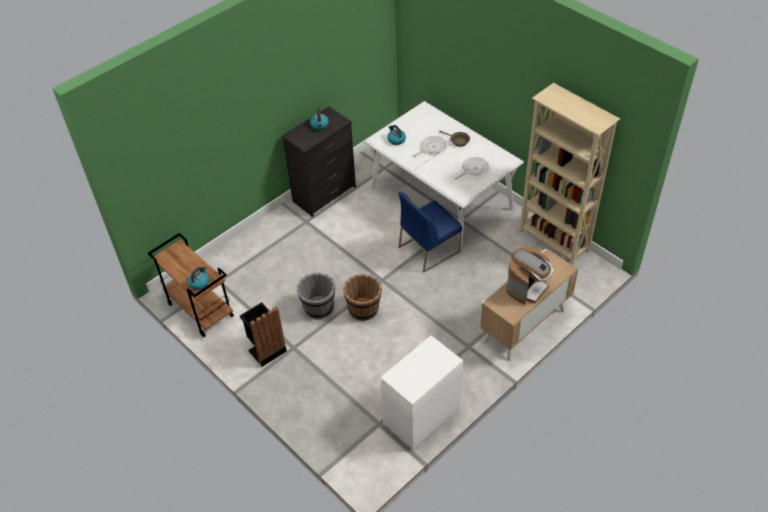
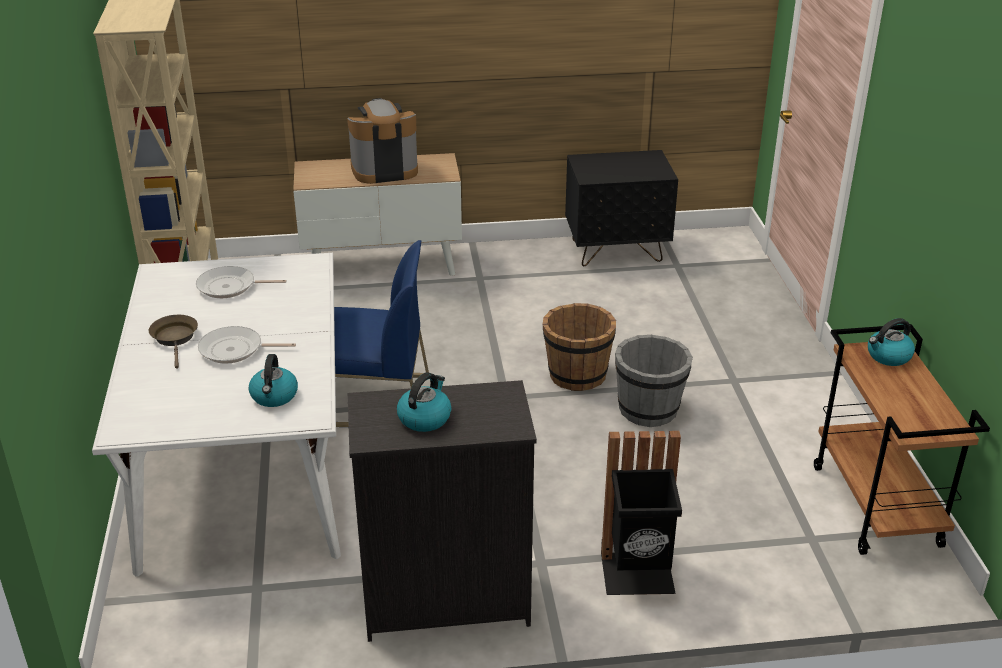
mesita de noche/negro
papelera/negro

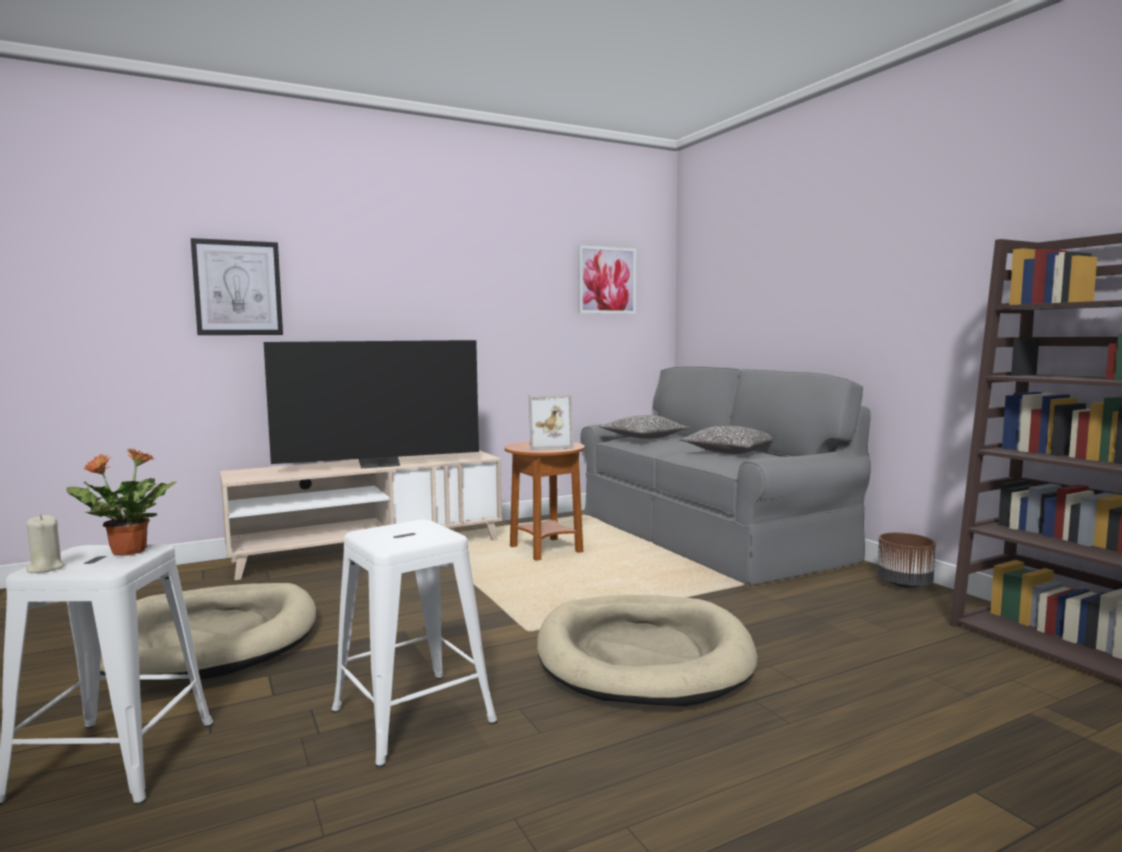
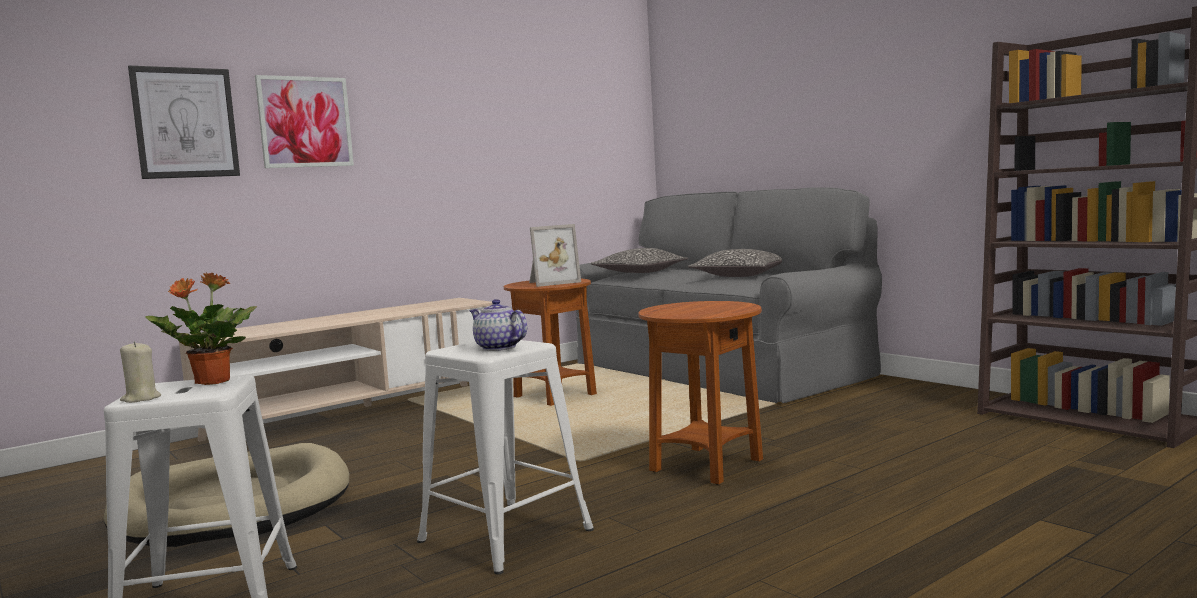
cuadro (no. 2 from left)
tetera
mesa auxiliar/marrón (no. 2 from left)
televisor
maceta/marrón

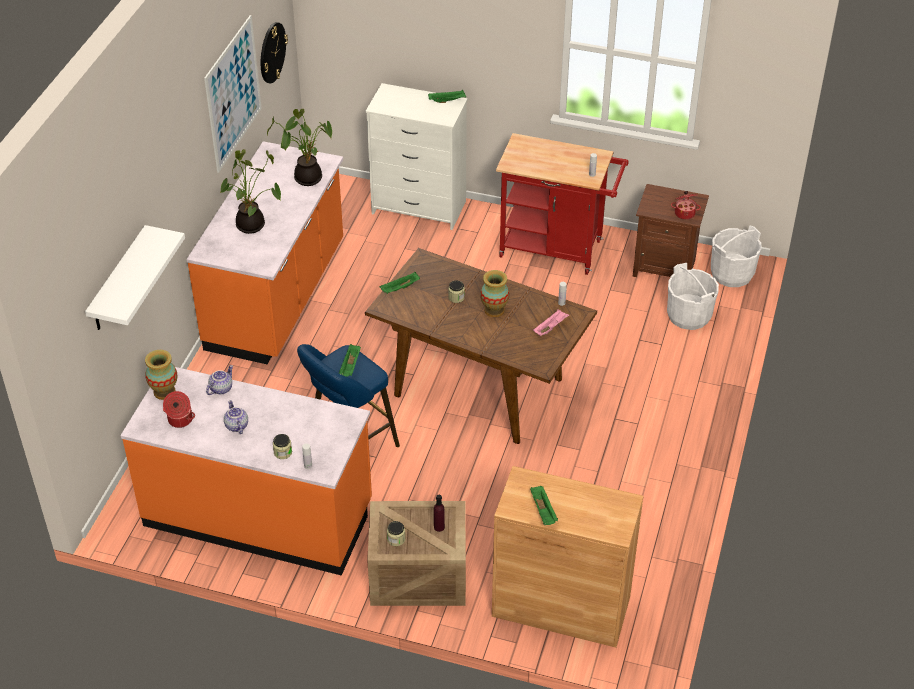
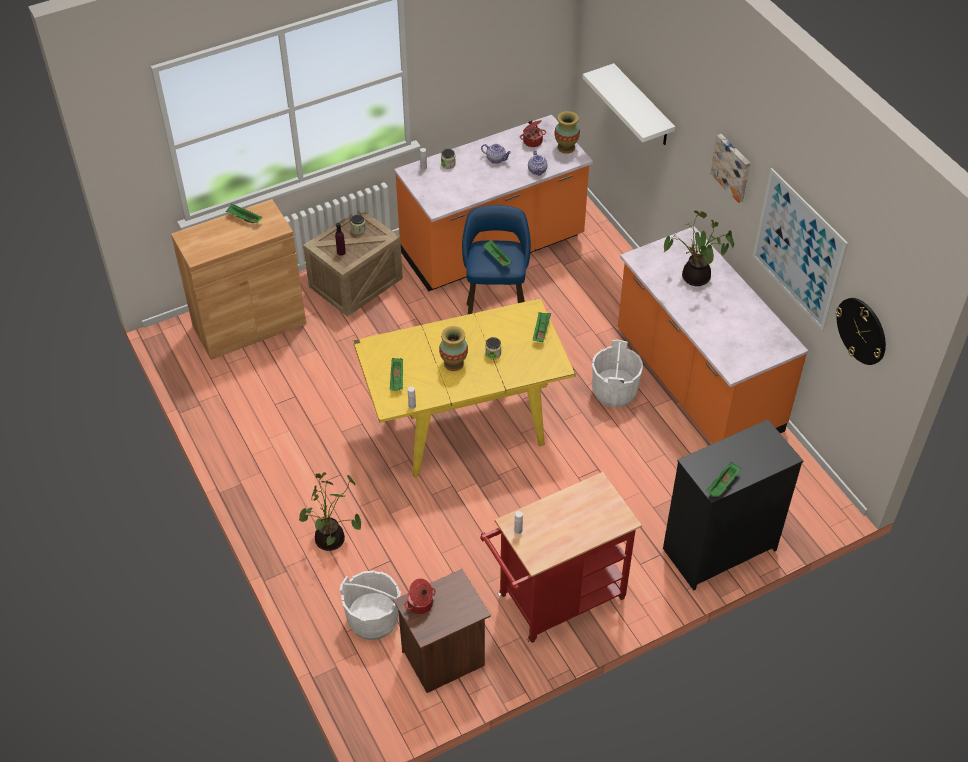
planta en maceta (no. 1 from left)
mesa de comedor/amarillo
bandeja/verde (no. 2 from left)
cubo/blanco (no. 2 from left)
cómoda/negro
cuadro (no. 1 from left)

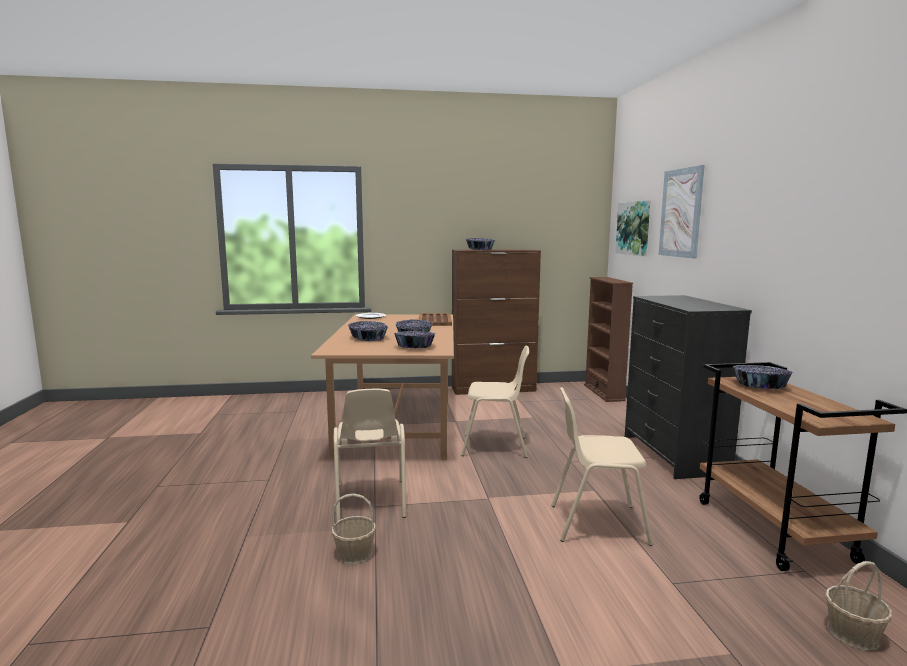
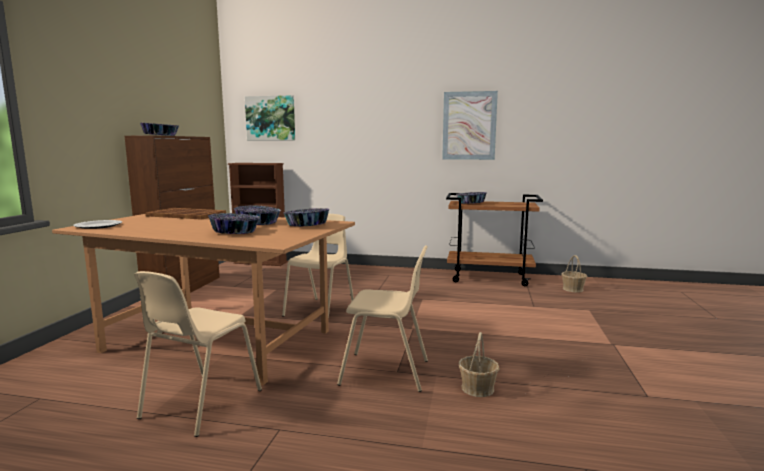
silla/beis (no. 1 from left)
cuadro (no. 2 from left)
cómoda/negro

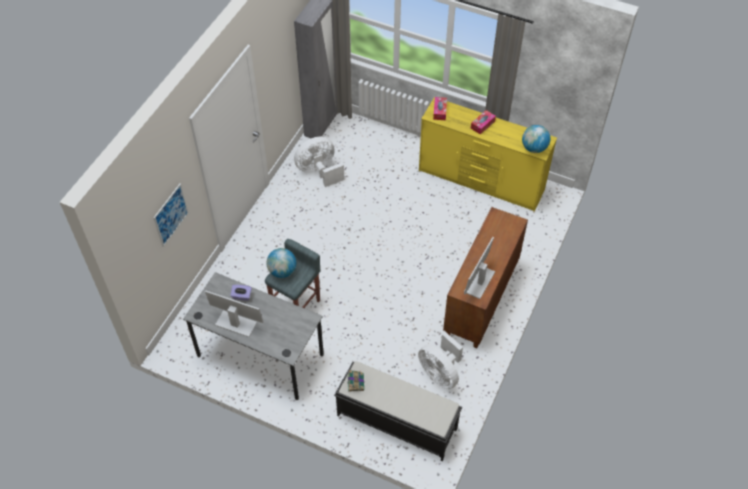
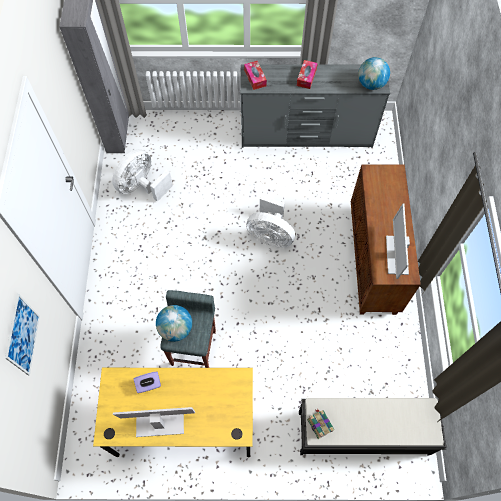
escritorio/amarillo
cómoda/gris
ventilador/blanco (no. 2 from left)

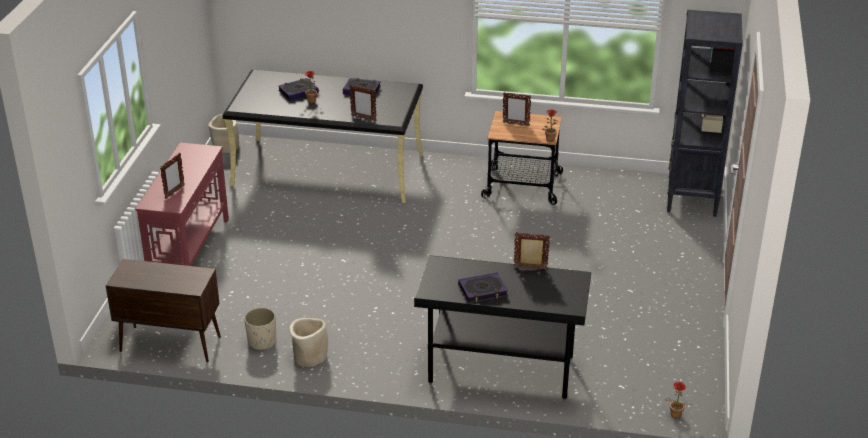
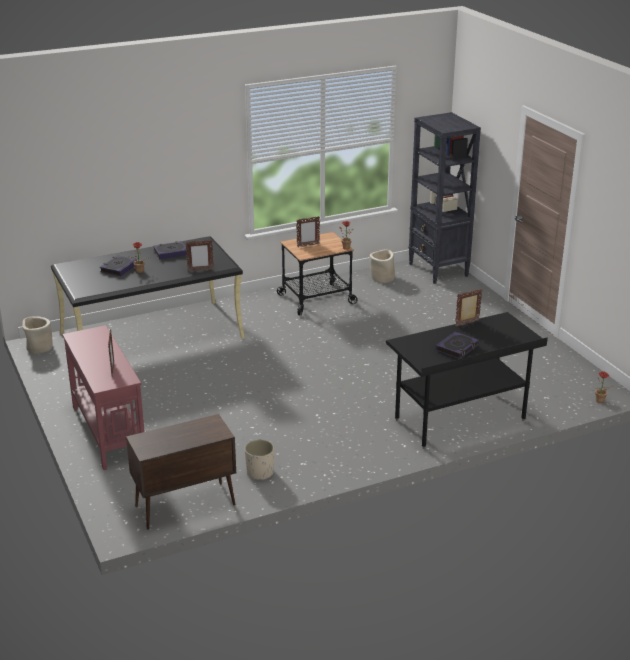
maceta/beis (no. 3 from left)

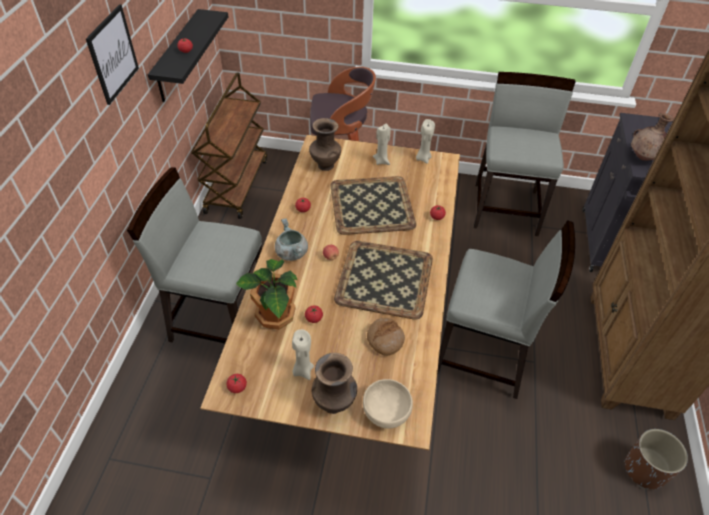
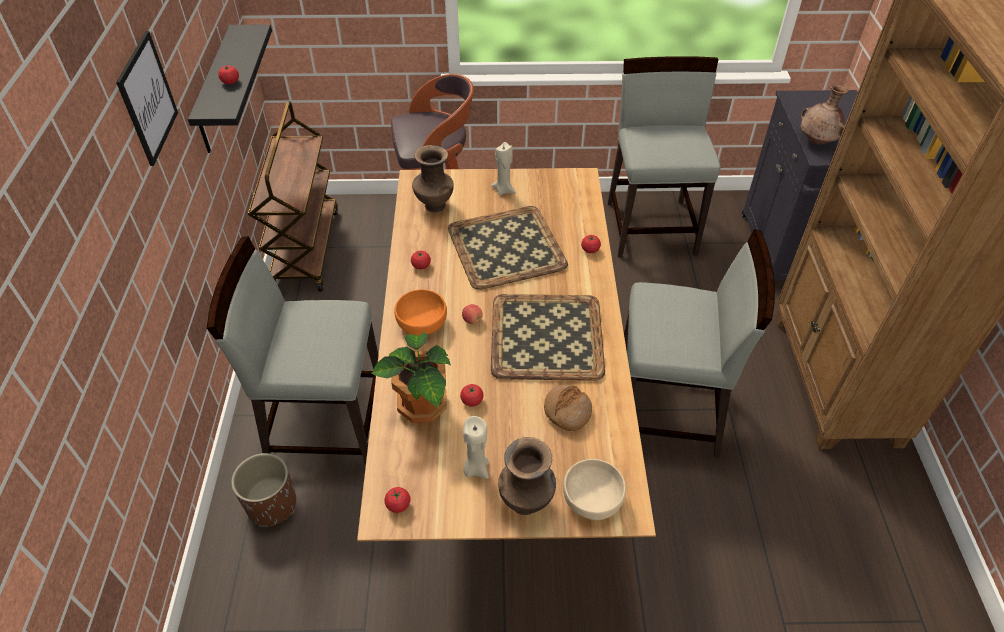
maceta/marrón
cuenco/naranja
vela/beis (no. 3 from left in the first image)

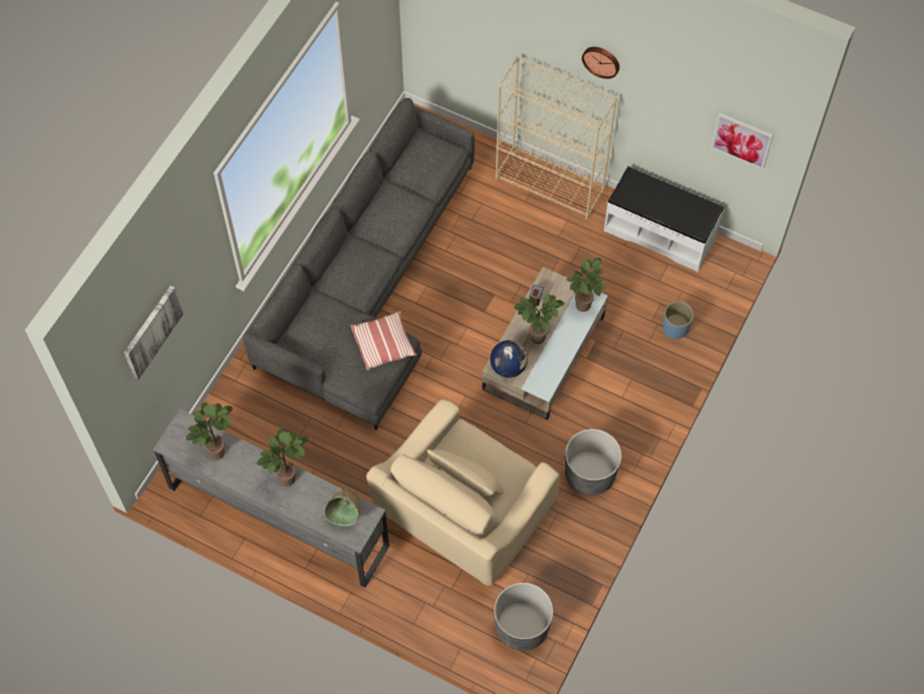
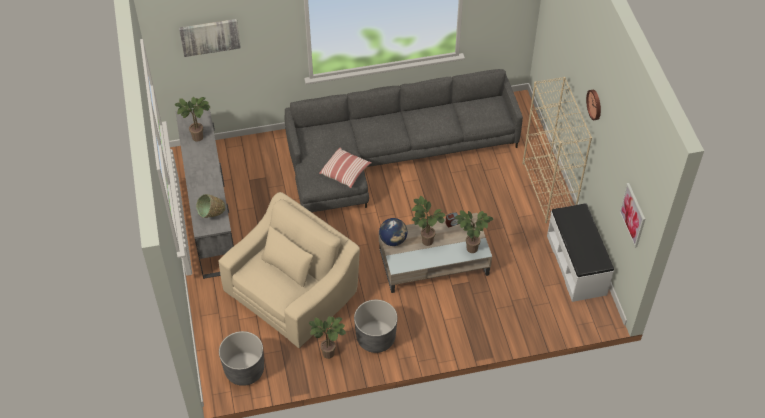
sillón/beis
planta en maceta (no. 2 from left)
maceta/azul

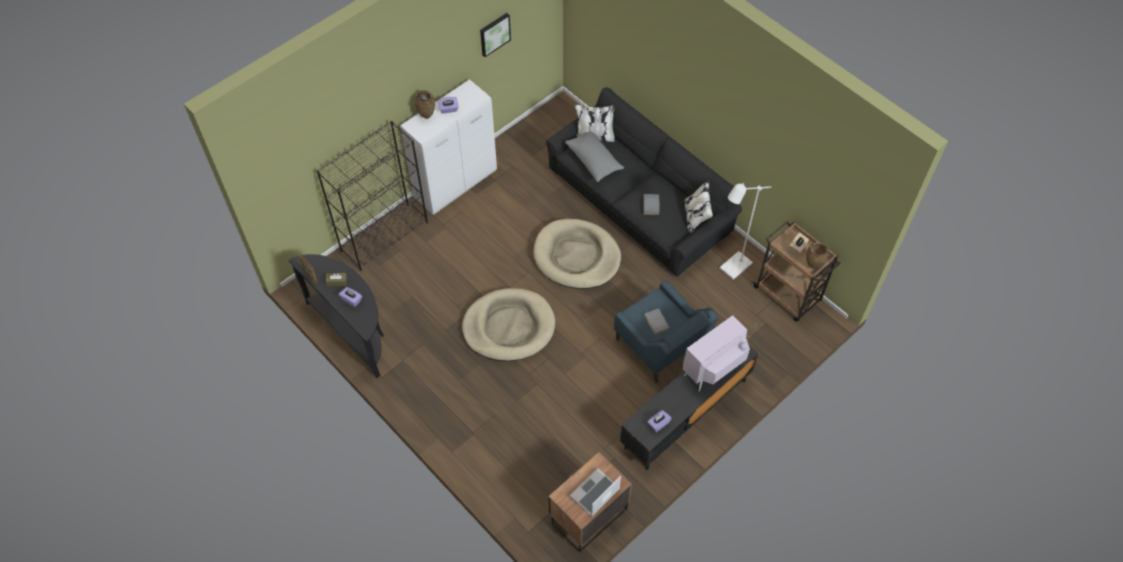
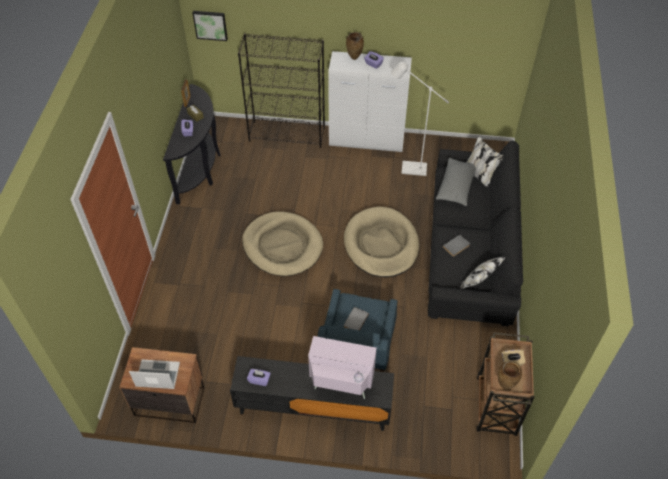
cuadro
lámpara de pie/blanco

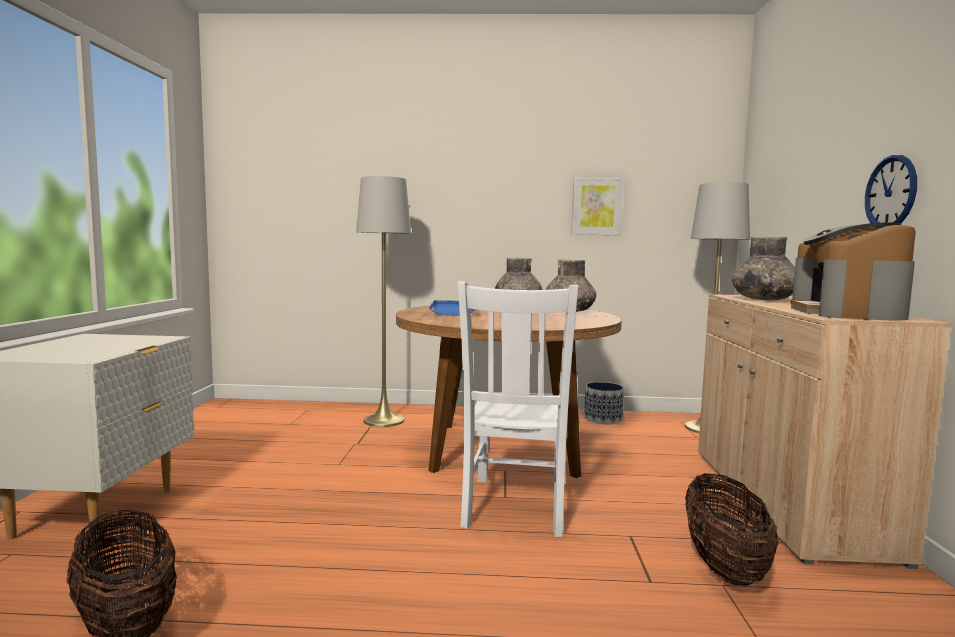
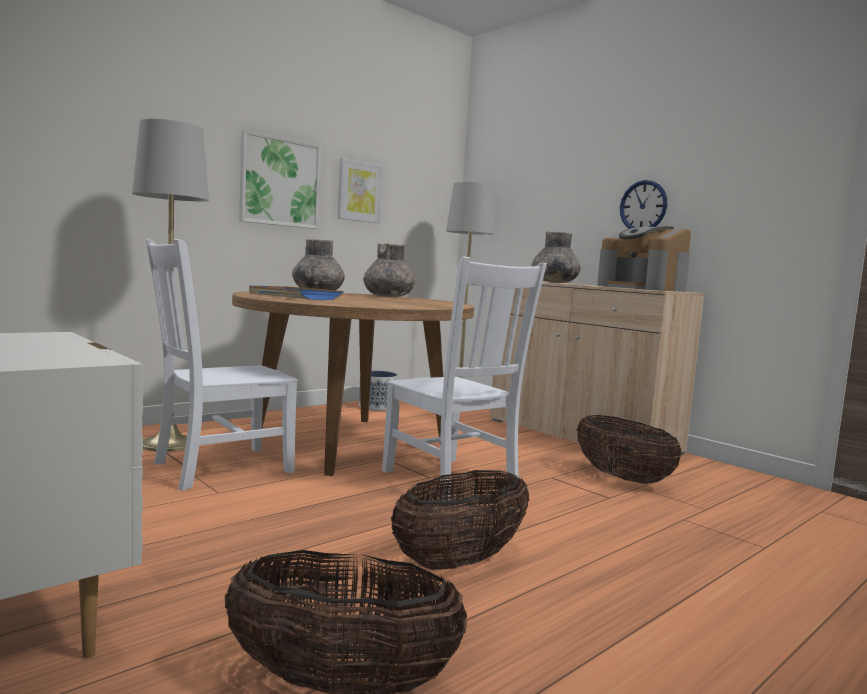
silla/blanco (no. 1 from left)
cuadro (no. 1 from left)
cesta (no. 2 from left)

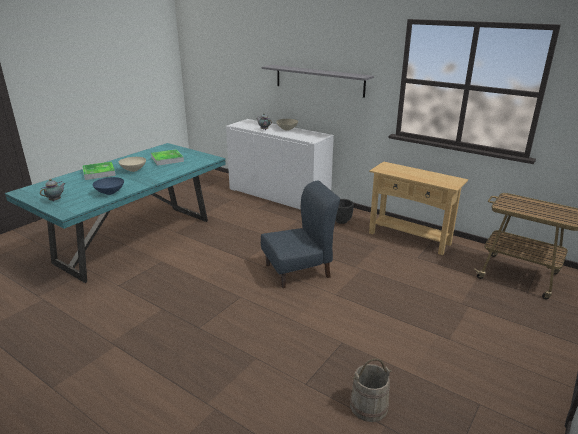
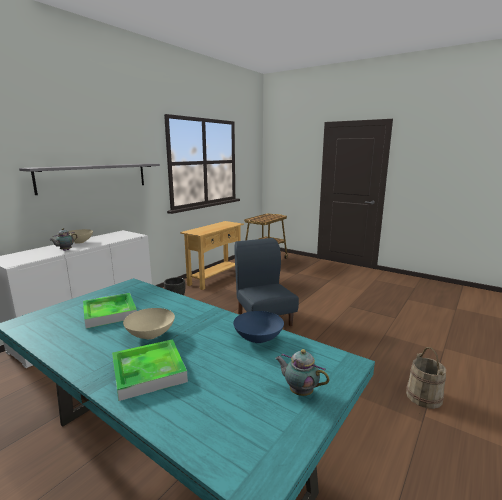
cubo/beis

